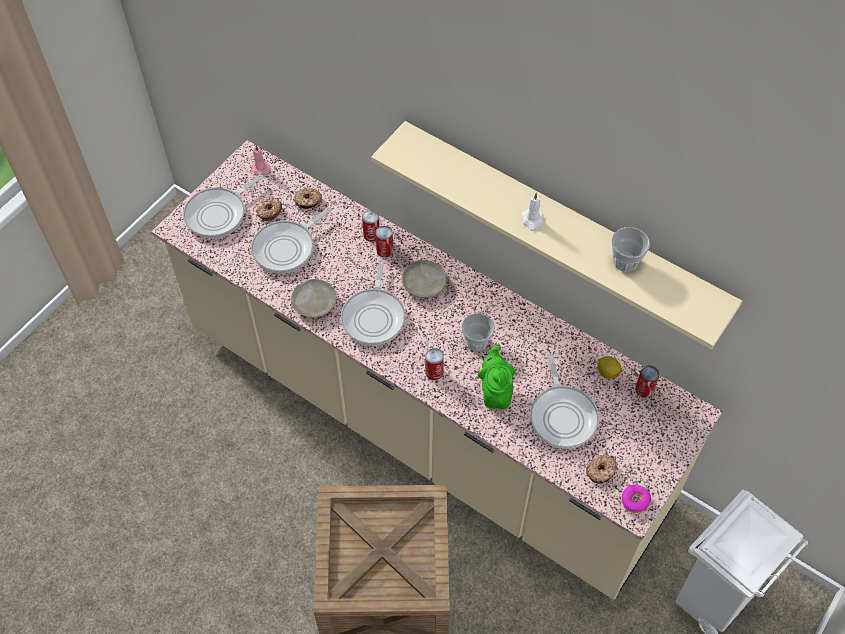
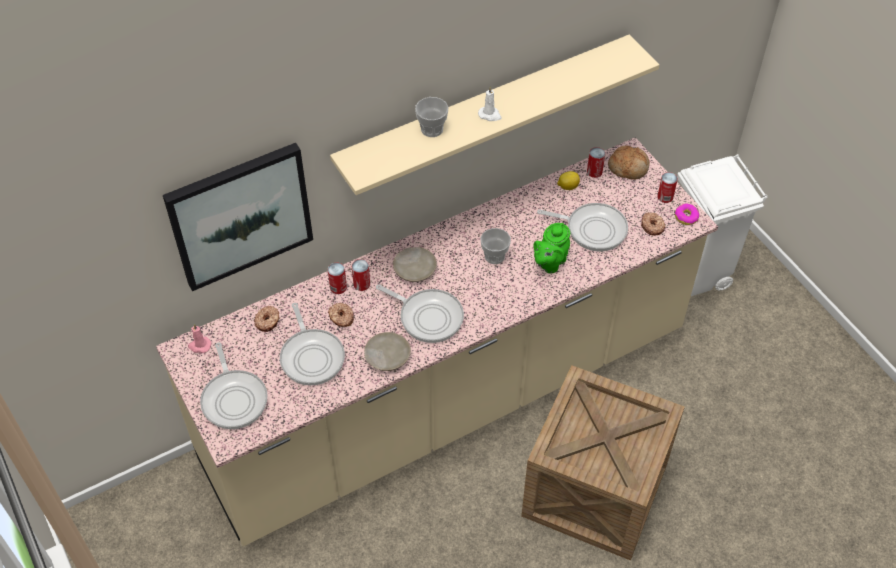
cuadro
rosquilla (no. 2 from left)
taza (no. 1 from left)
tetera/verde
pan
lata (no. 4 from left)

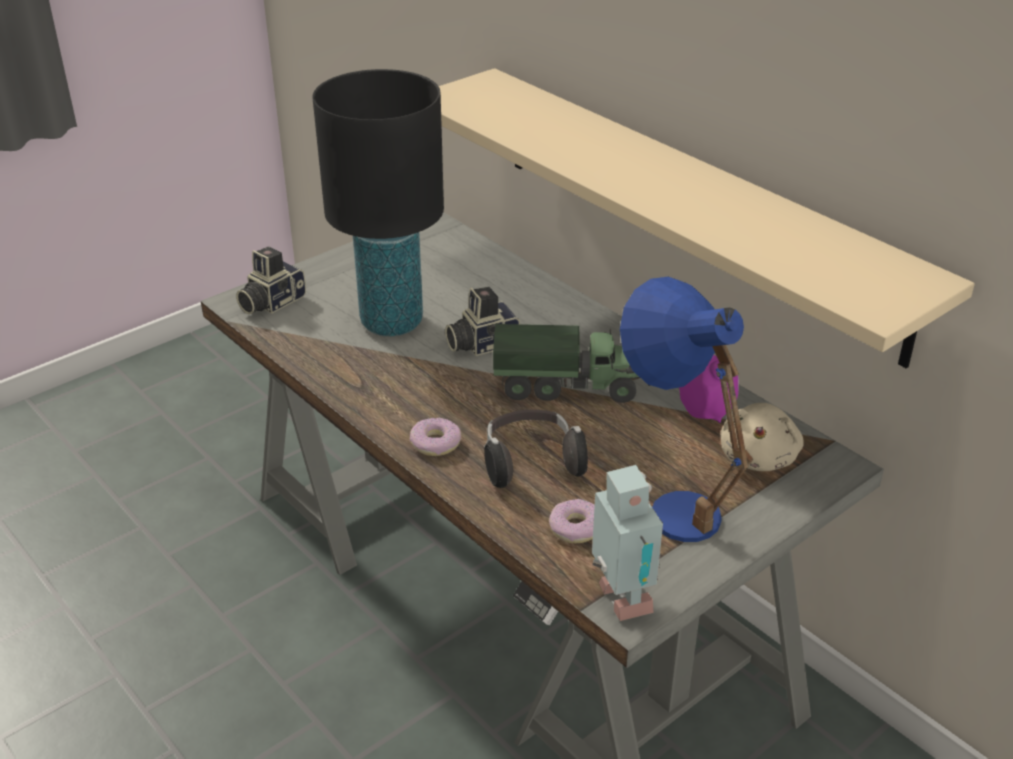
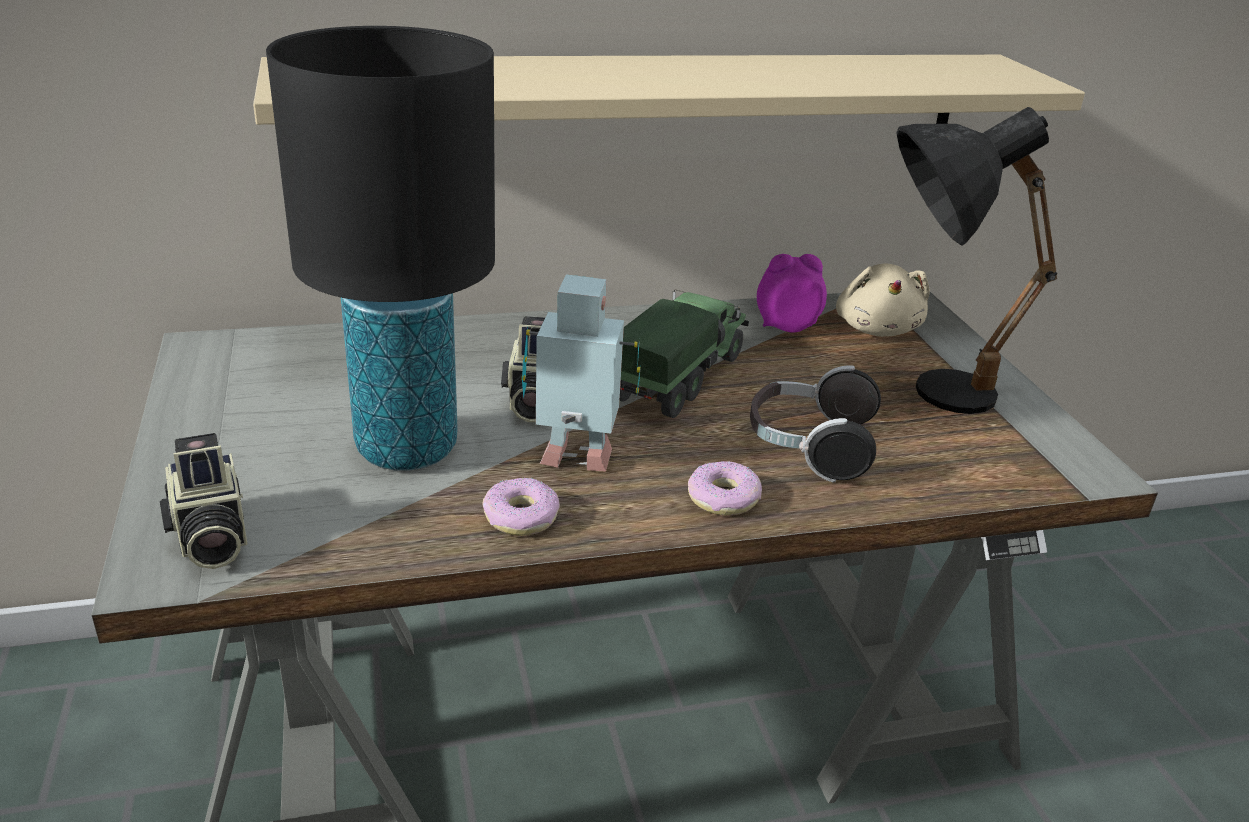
rosquilla (no. 1 from left)
robot de juguete
peluche/beis
lámpara de mesa/negro (no. 2 from left)

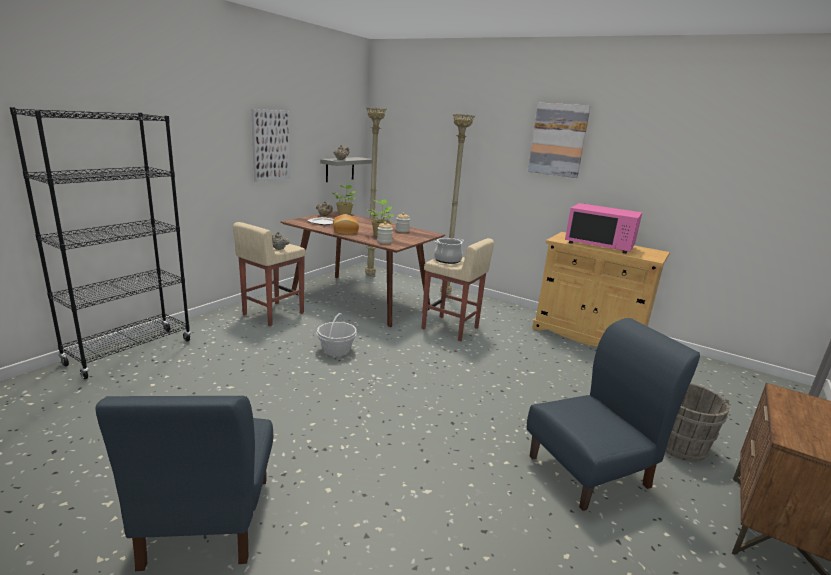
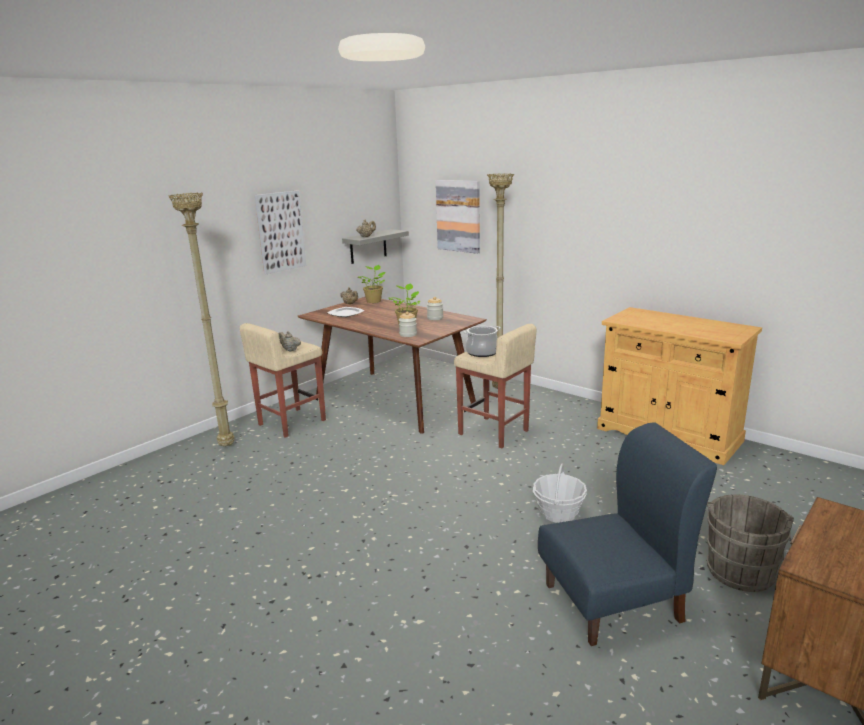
lámpara de pie/beis (no. 1 from left)
cuadro (no. 2 from left)
cesta
estantería/negro
silla/azul (no. 1 from left in the first image)
pan
microondas/rosa

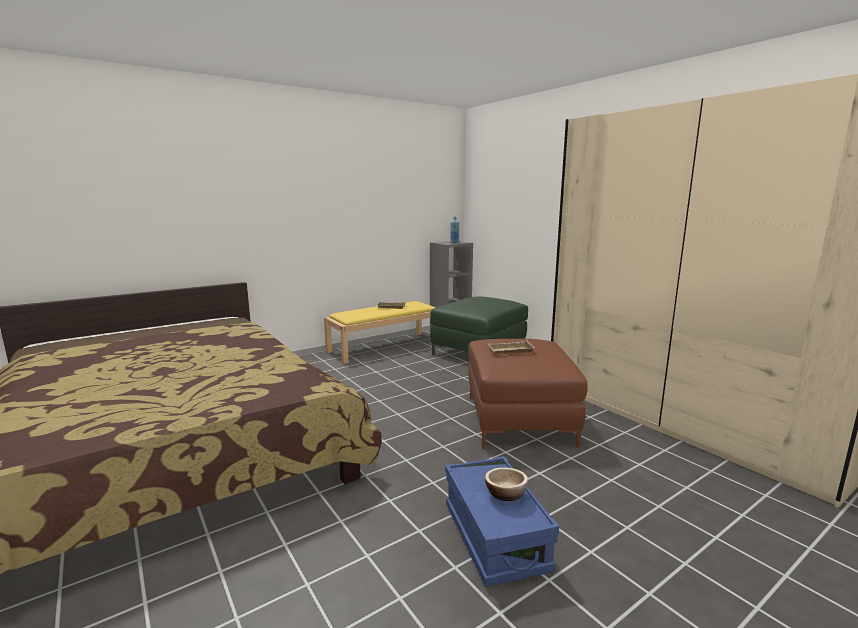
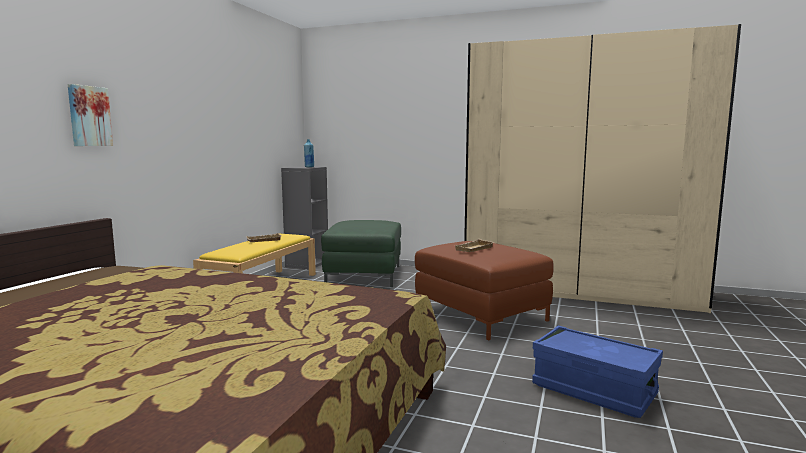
cuadro
cuenco

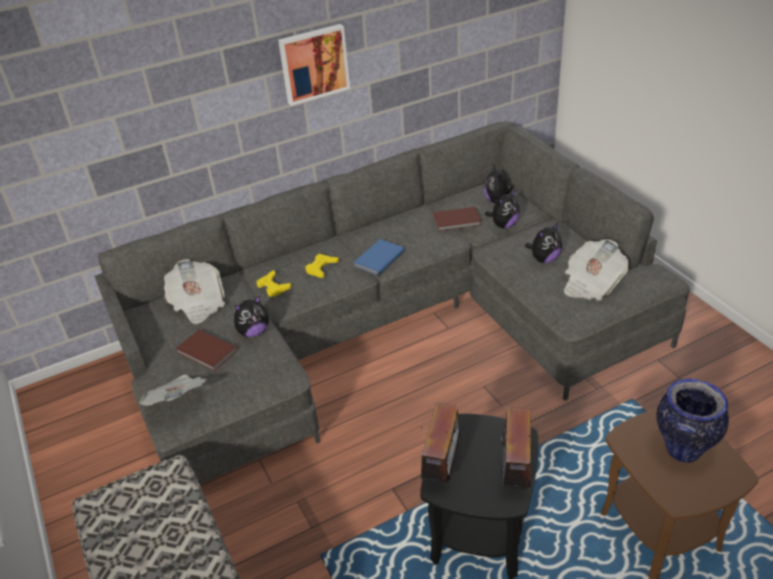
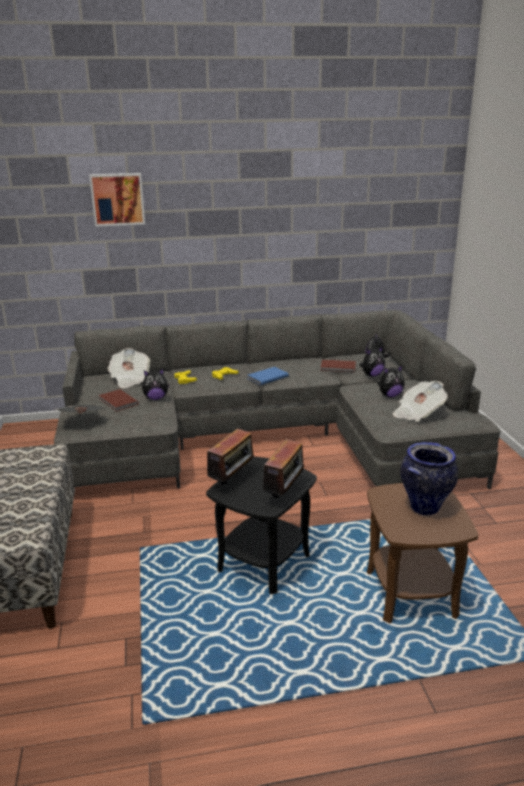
cuadro

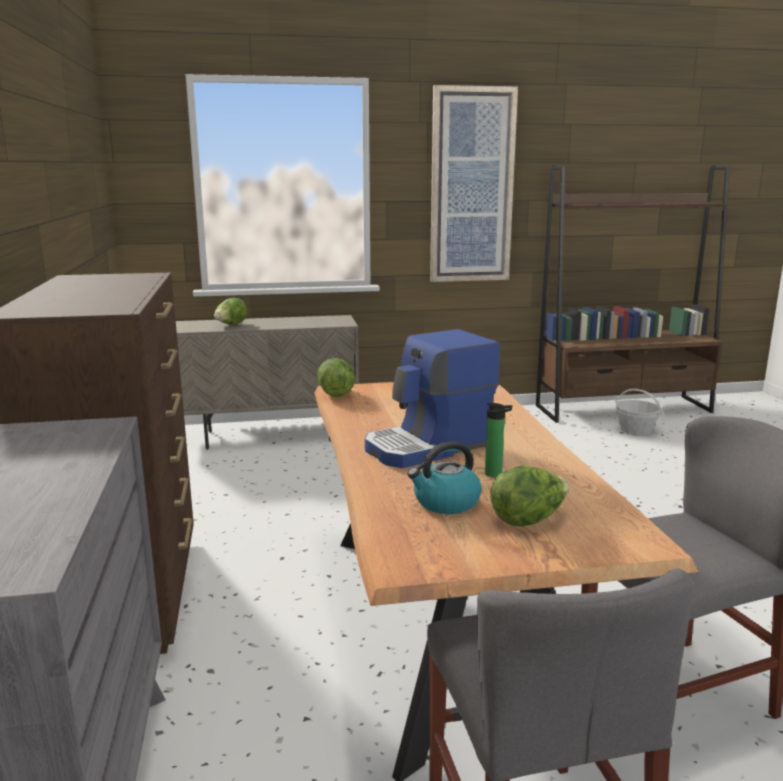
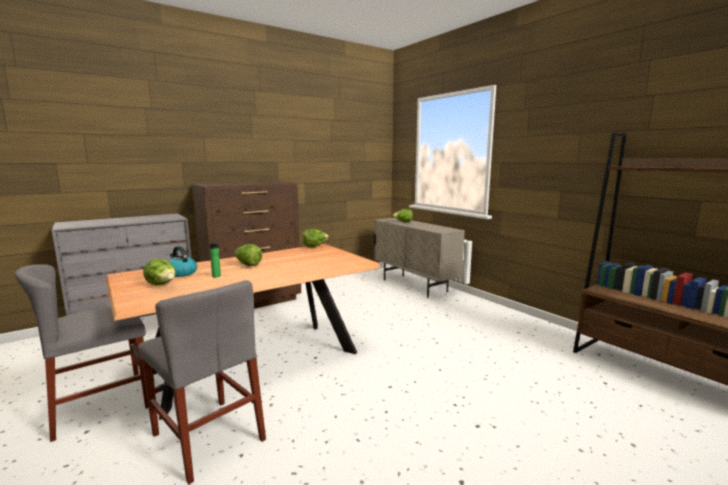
lechuga (no. 2 from left)
cuadro
cesta

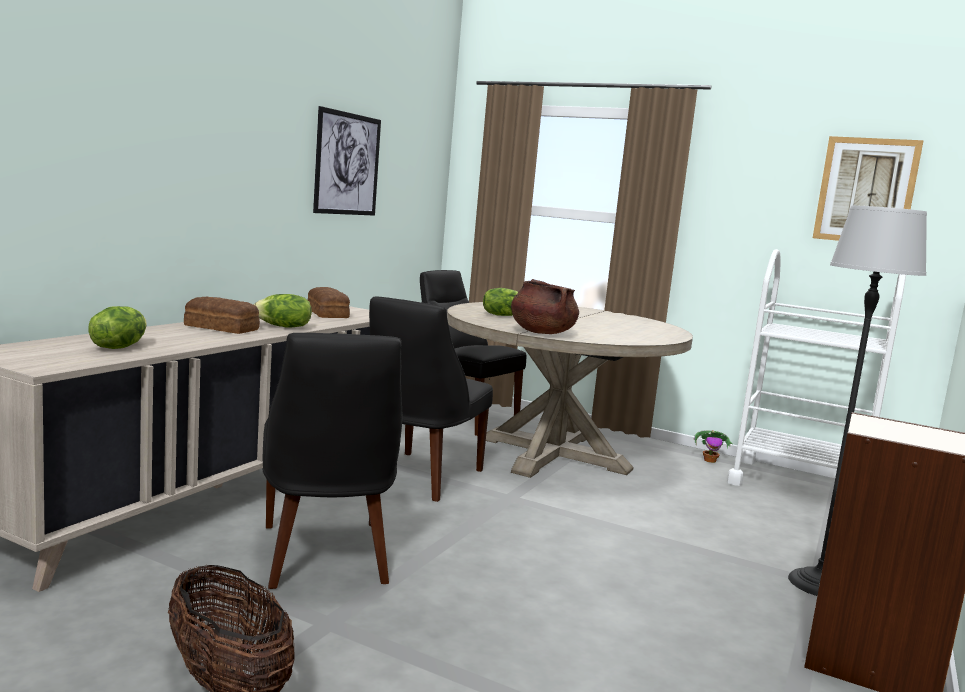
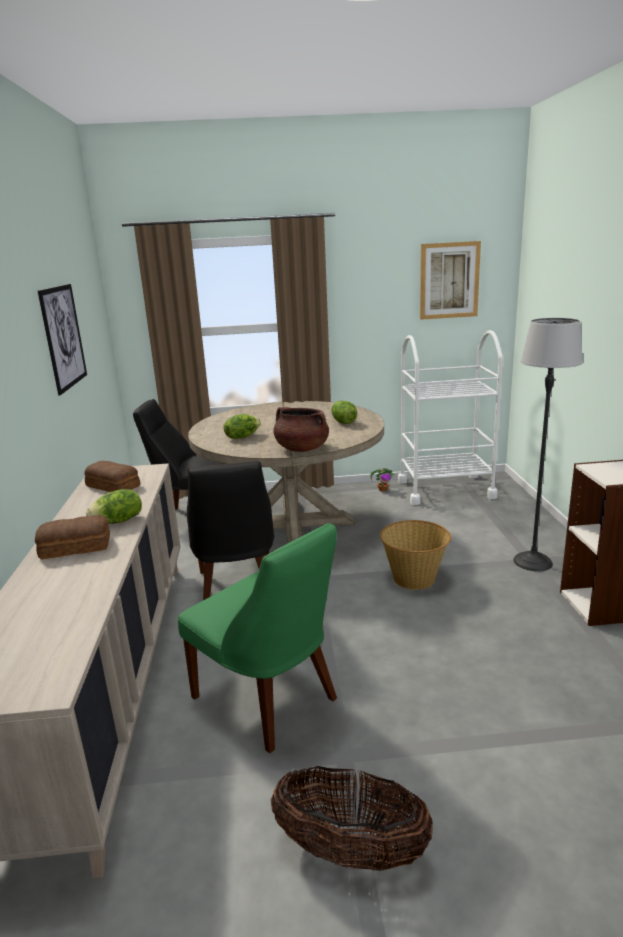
silla/verde
lechuga (no. 3 from left)
cesta (no. 2 from left)

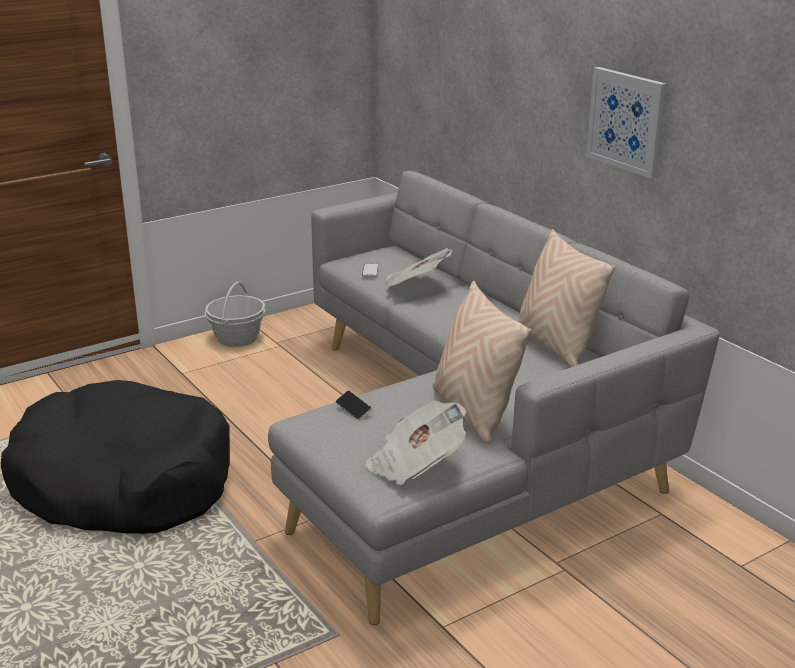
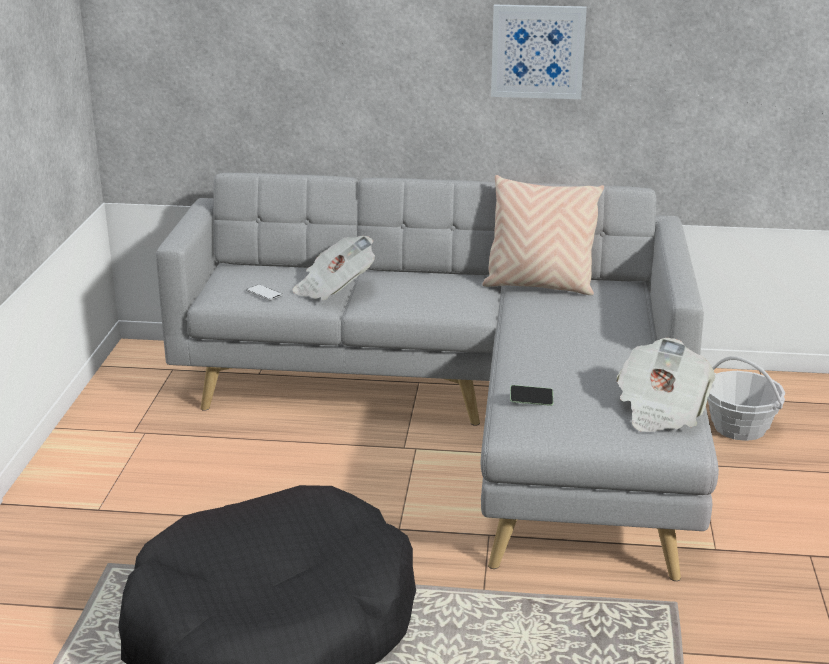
cesta
cojín/beis (no. 1 from left in the first image)

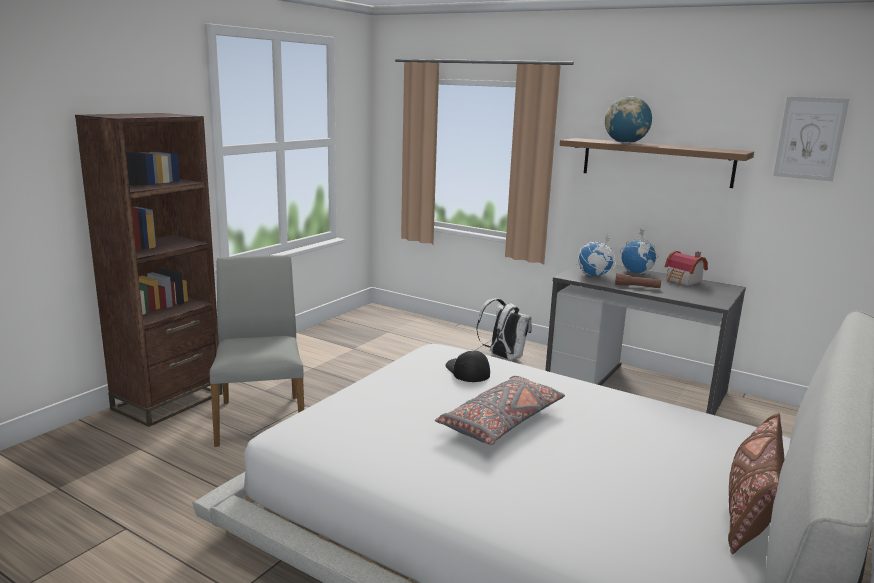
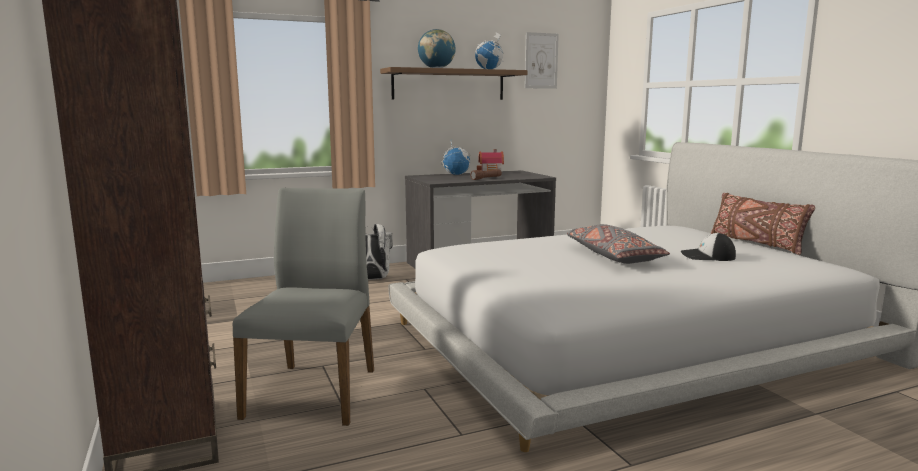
silla/gris
globo terráqueo (no. 3 from left)
gorra

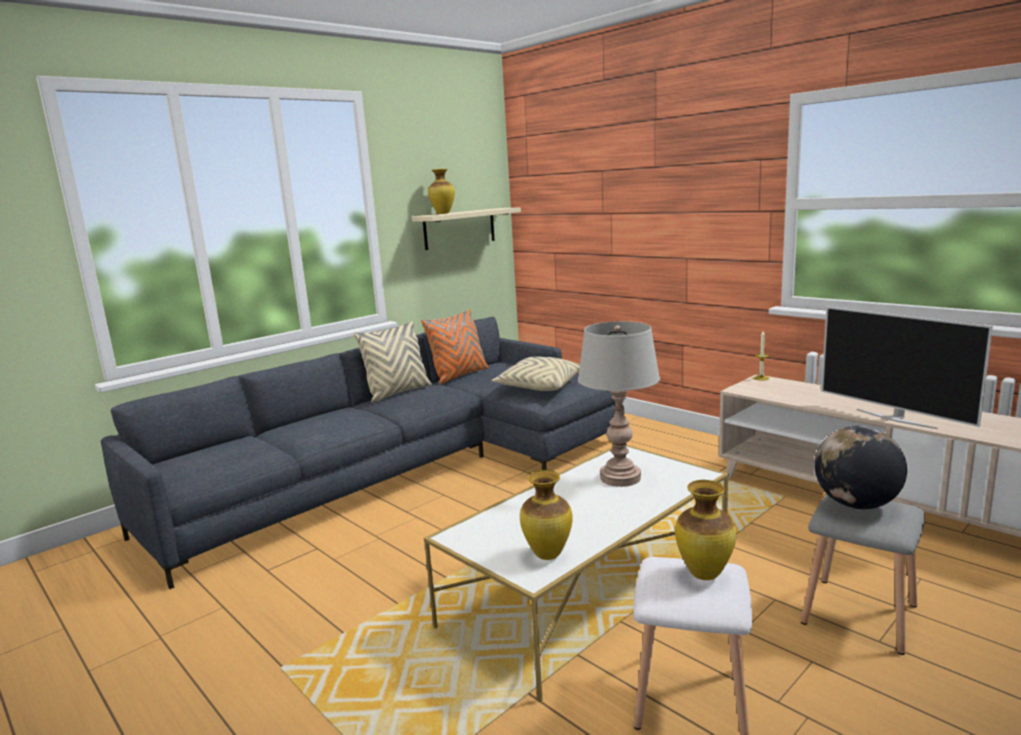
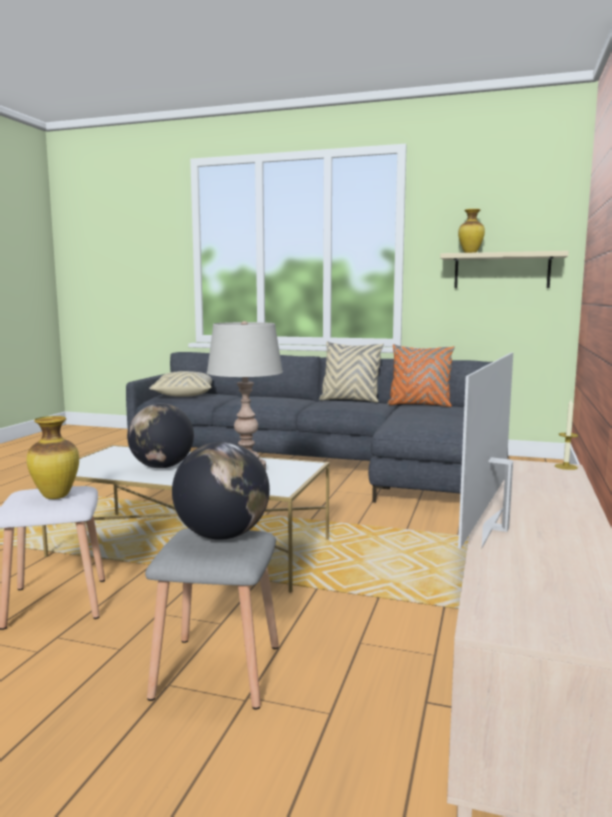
globo terráqueo (no. 1 from left)
cojín/beis (no. 1 from left)
florero (no. 2 from left in the first image)

